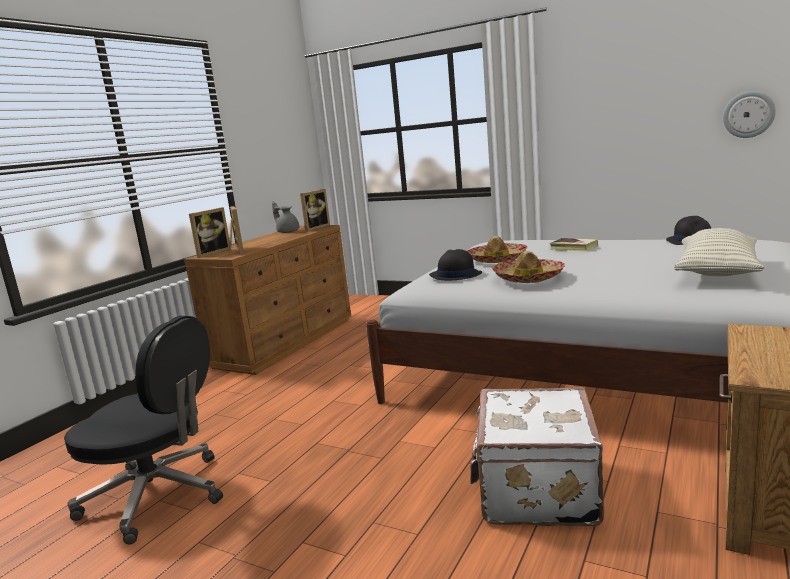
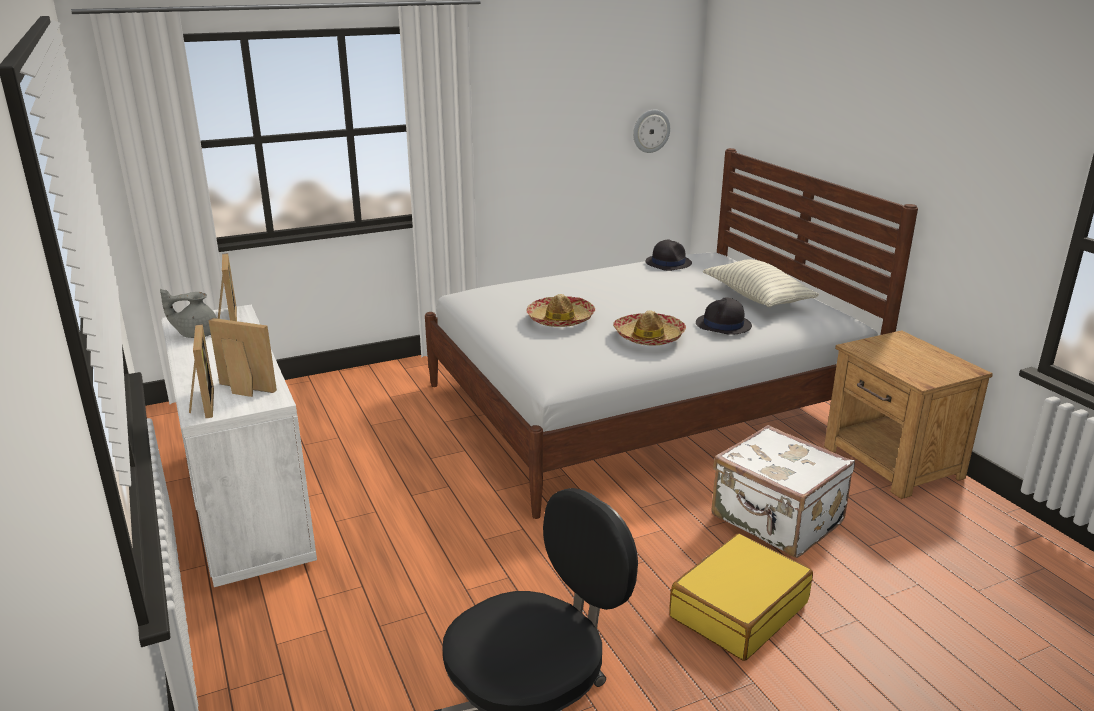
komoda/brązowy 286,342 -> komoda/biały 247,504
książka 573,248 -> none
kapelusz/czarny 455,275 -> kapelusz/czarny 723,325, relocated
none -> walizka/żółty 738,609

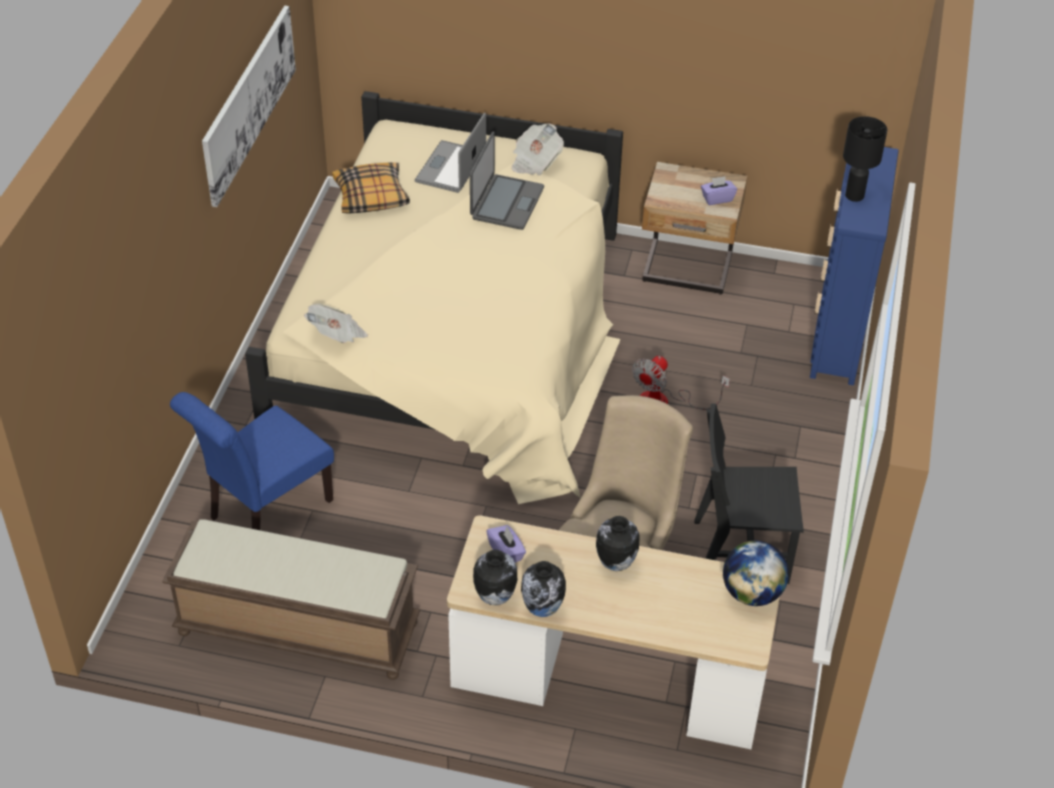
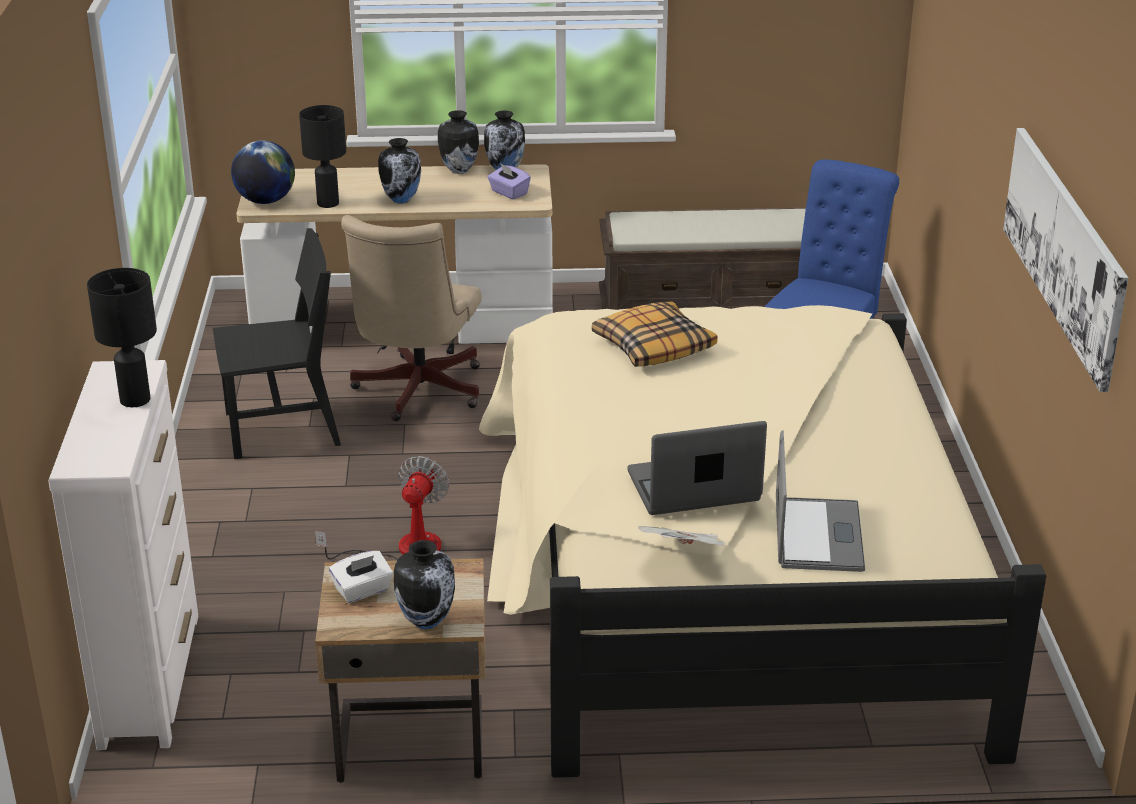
laptop 506,203 -> laptop 694,488, 75 degrees clockwise
komoda/niebieski 838,338 -> komoda/biały 150,678
poduszka 371,196 -> poduszka 653,346, relocated
pudełko chusteczek/fioletowy 717,198 -> pudełko chusteczek/biały 362,591
gazeta 337,335 -> none
none -> lampa stołowa/czarny 327,203
none -> wazon 427,621

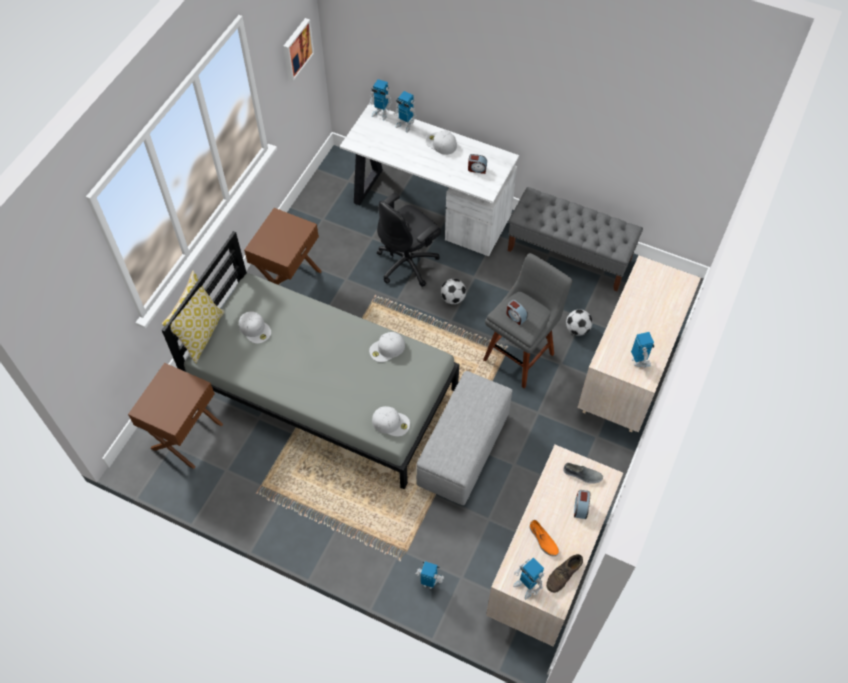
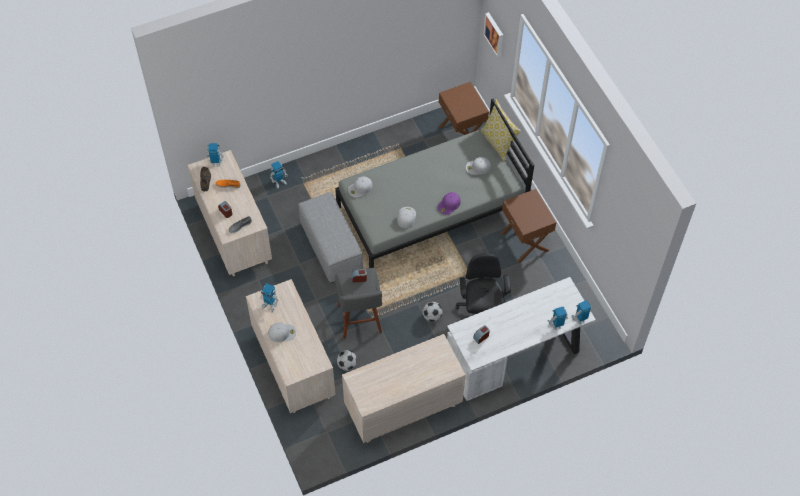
obraz 296,49 -> obraz 494,34, relocated
czapka z daszkiem/biały 440,143 -> czapka z daszkiem/biały 282,333, relocated
ławka/szary 569,255 -> komoda/beżowy 402,408
none -> czapka z daszkiem/fioletowy 449,205

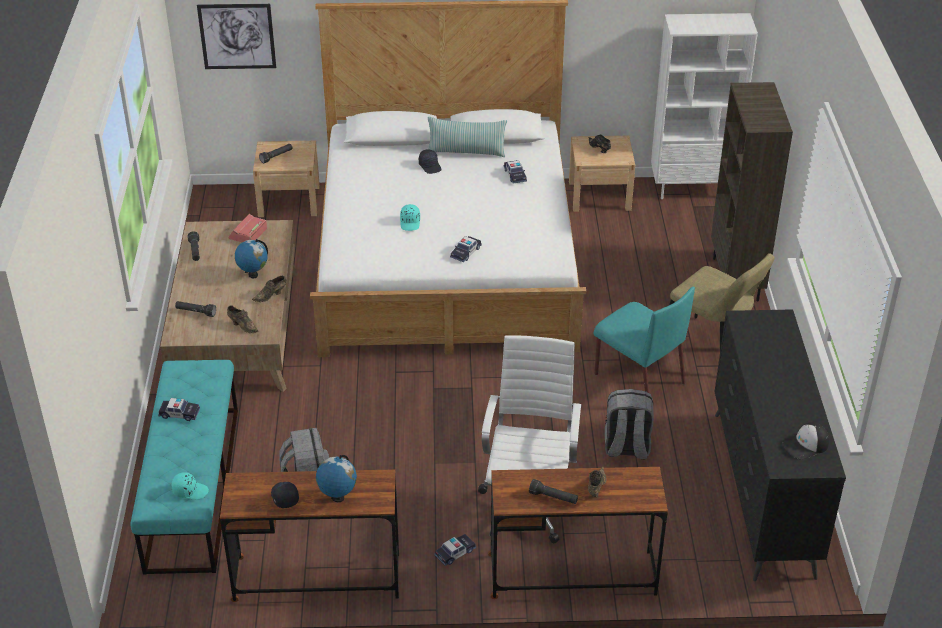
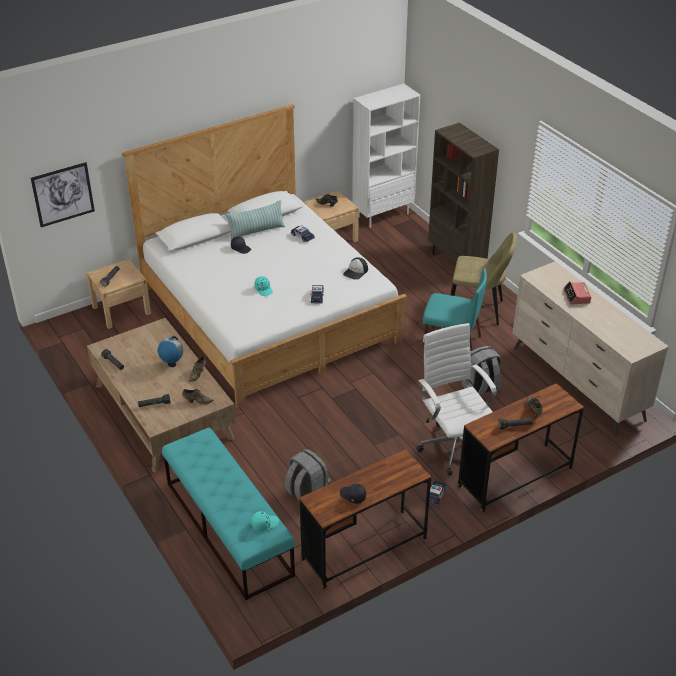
budzik 248,234 -> budzik 576,296, relocated
komoda/czarny 762,493 -> komoda/beżowy 577,384
samochodzik 179,413 -> none
czapka z daszkiem 805,445 -> czapka z daszkiem 356,272, relocated
globus 337,497 -> none

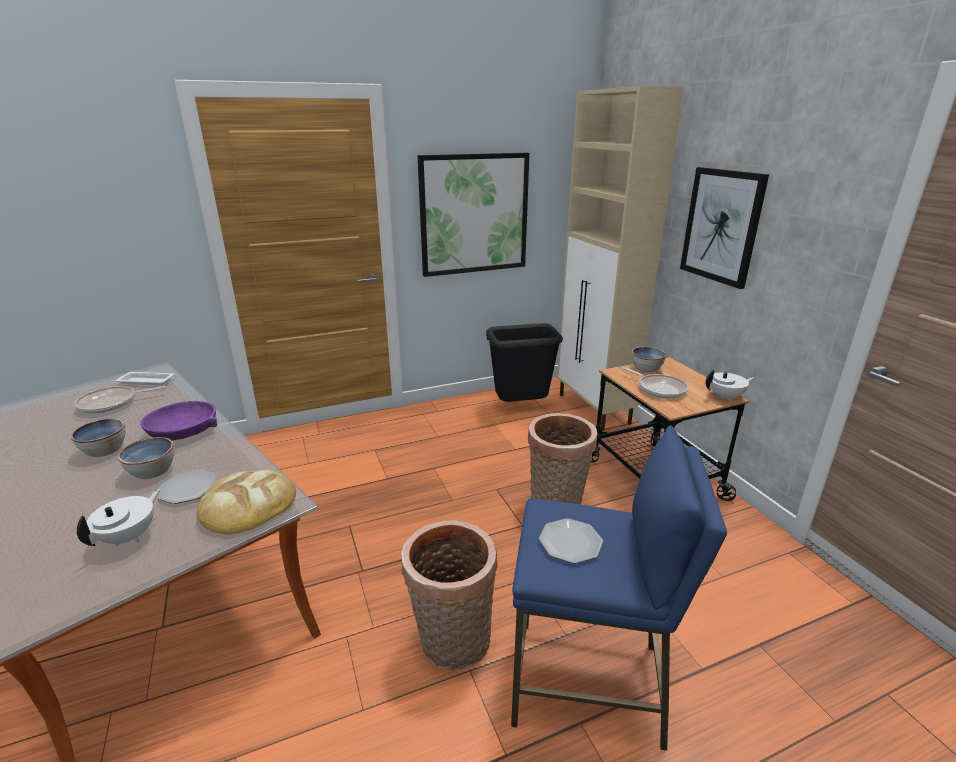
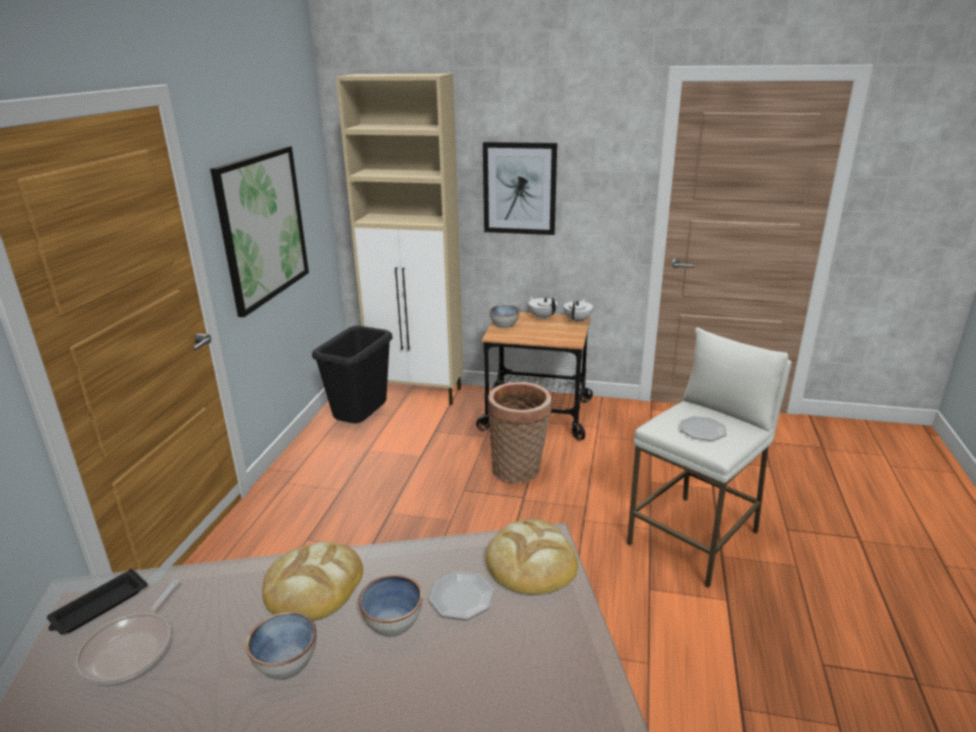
patelnia 659,389 -> none
taca/biały 145,381 -> taca/czarny 98,607
miska/fioletowy 184,429 -> chleb 313,585
stołek/niebieski 588,682 -> stołek/biały 694,538
imbryk/biały 130,537 -> imbryk/biały 542,317, relocated
koszyk 452,644 -> none

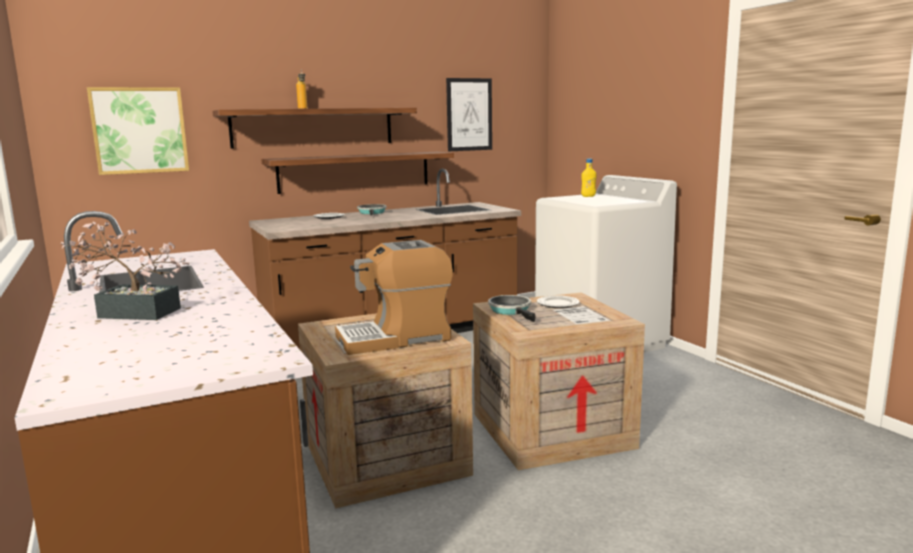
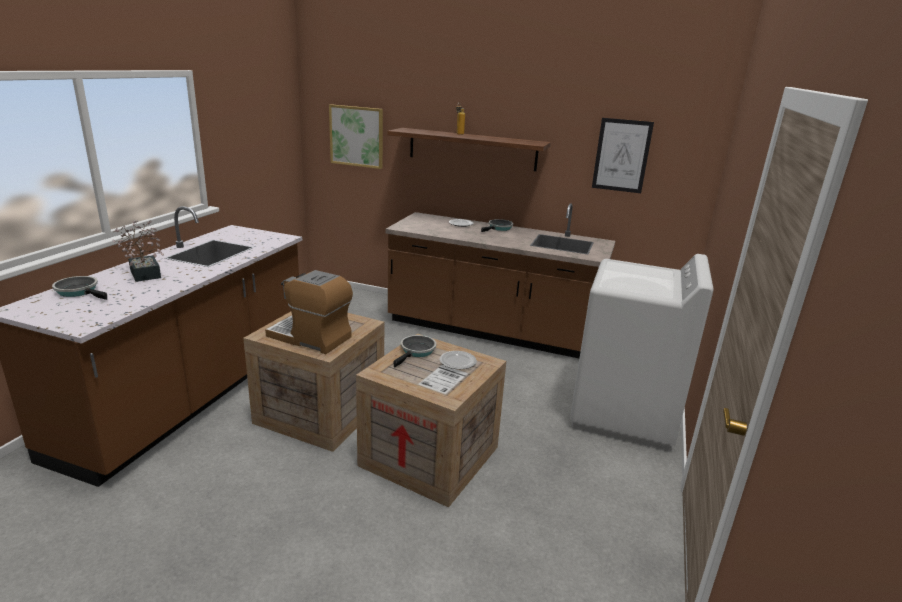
półka 355,172 -> none
butelka/żółty 588,196 -> none
none -> patelnia 79,291

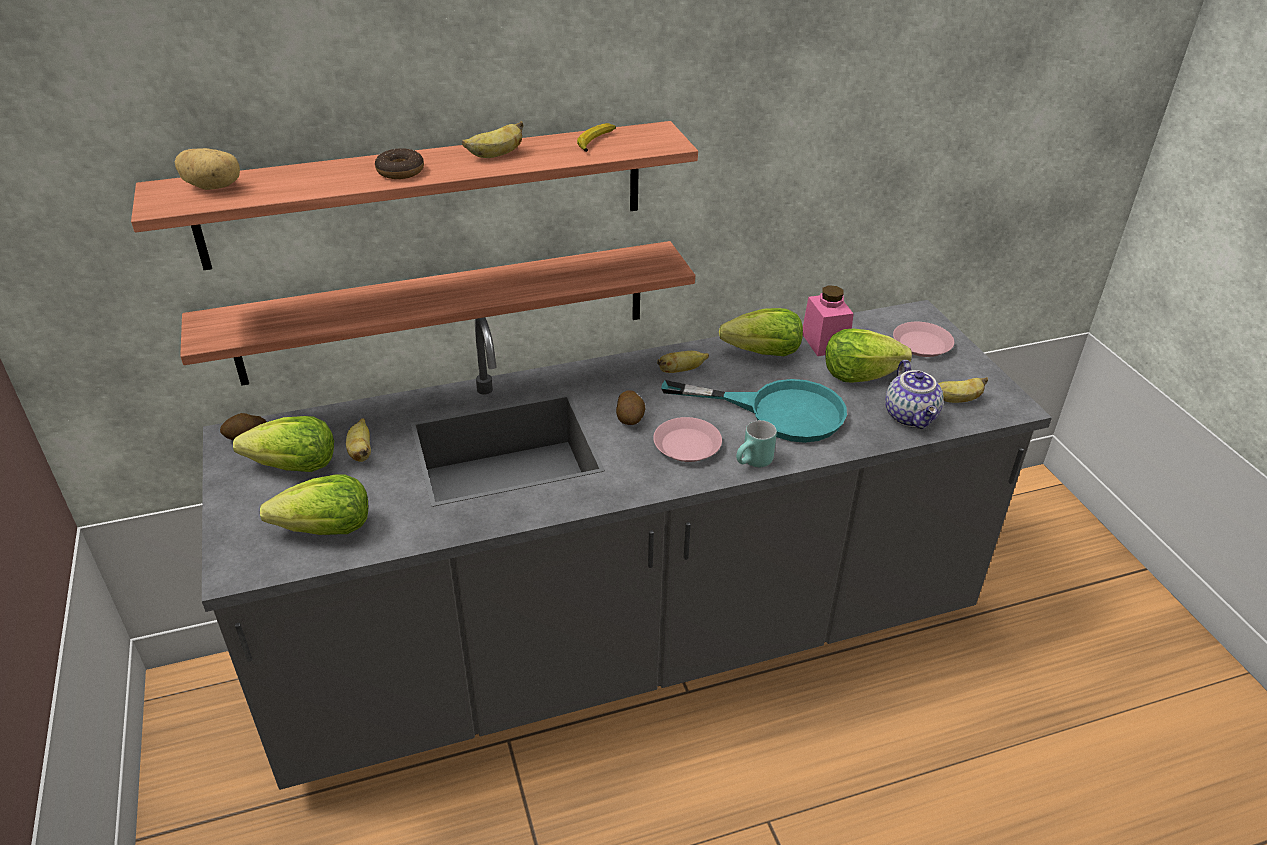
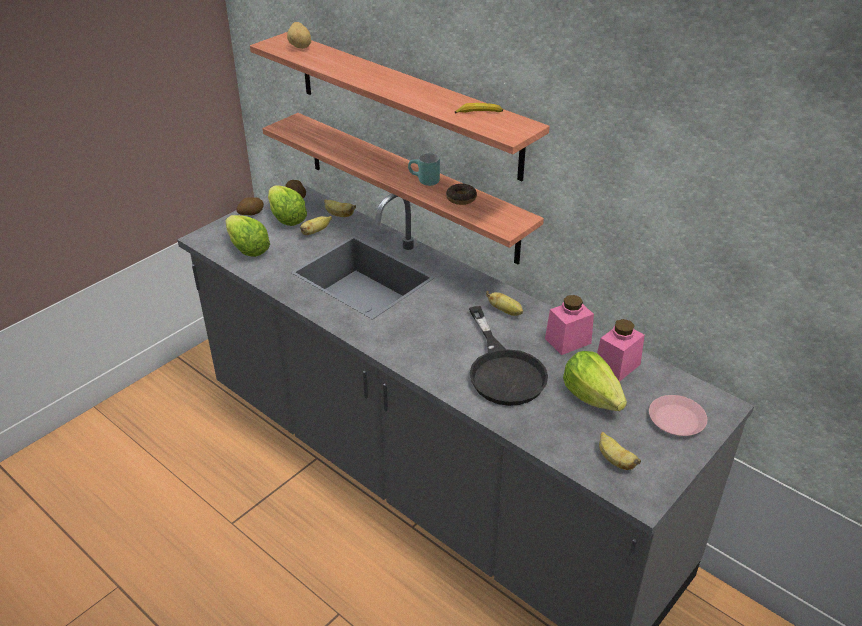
banan 496,155 -> banan 338,215, relocated
donut 400,171 -> donut 461,198, relocated
sałata 763,353 -> słoik/różowy 568,341
imbryk 911,417 -> none
patelnia/turkusowy 778,411 -> patelnia/czarny 503,370
ziemniak 630,418 -> ziemniak 251,214, relocated
talerz/różowy 687,445 -> none
kubek/turkusowy 754,463 -> kubek/turkusowy 423,181, relocated

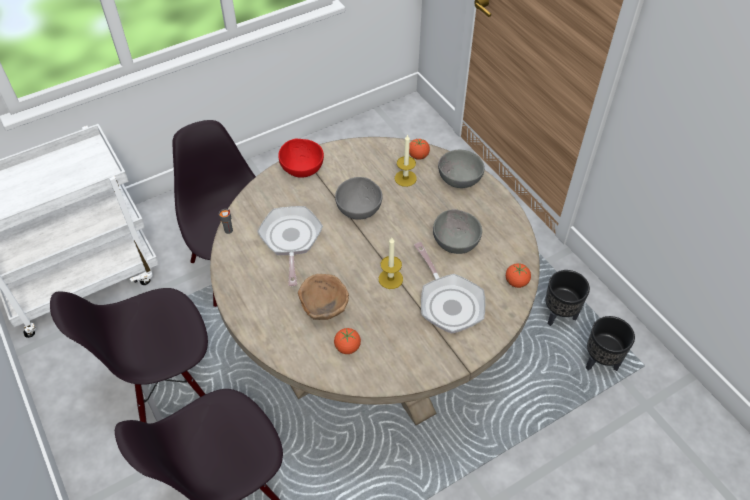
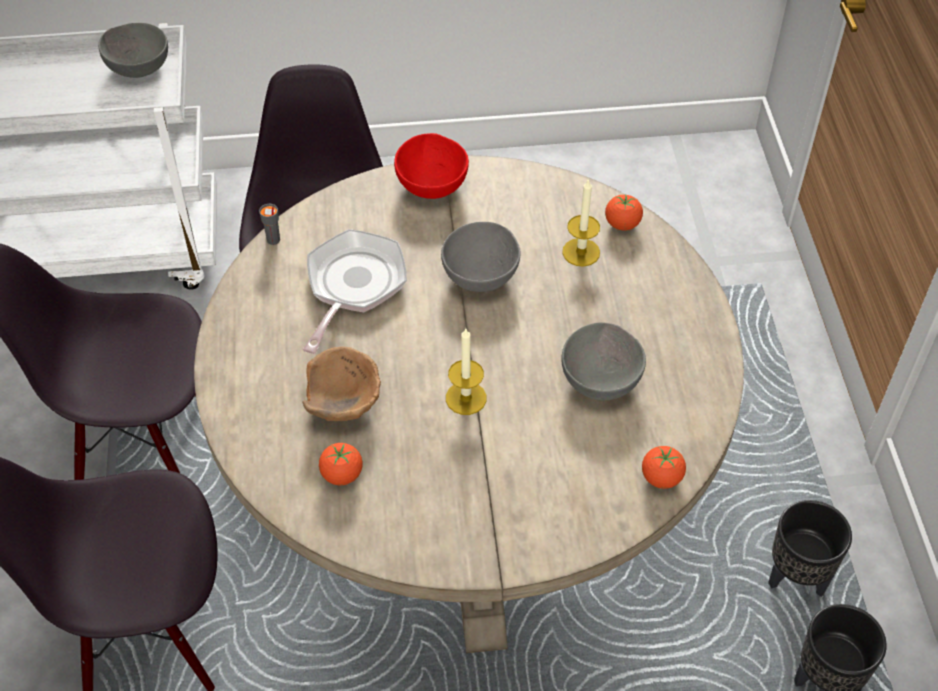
miska/szary 458,179 -> miska/szary 138,66, relocated
patelnia 449,302 -> none

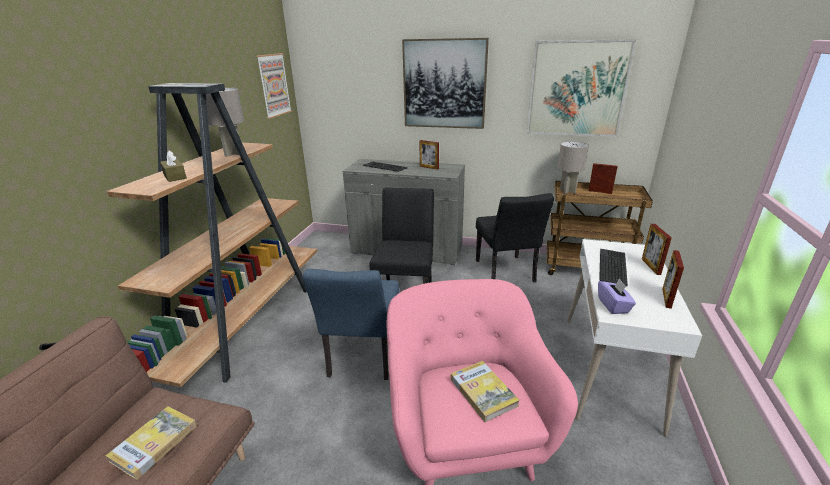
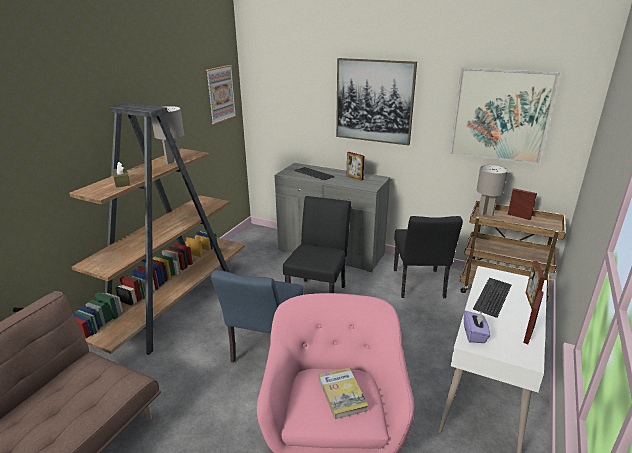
książka 154,443 -> none

